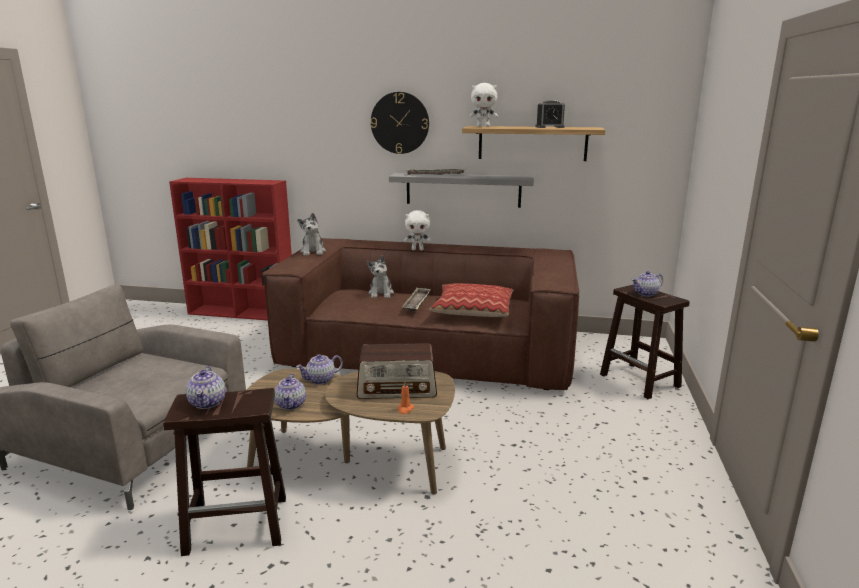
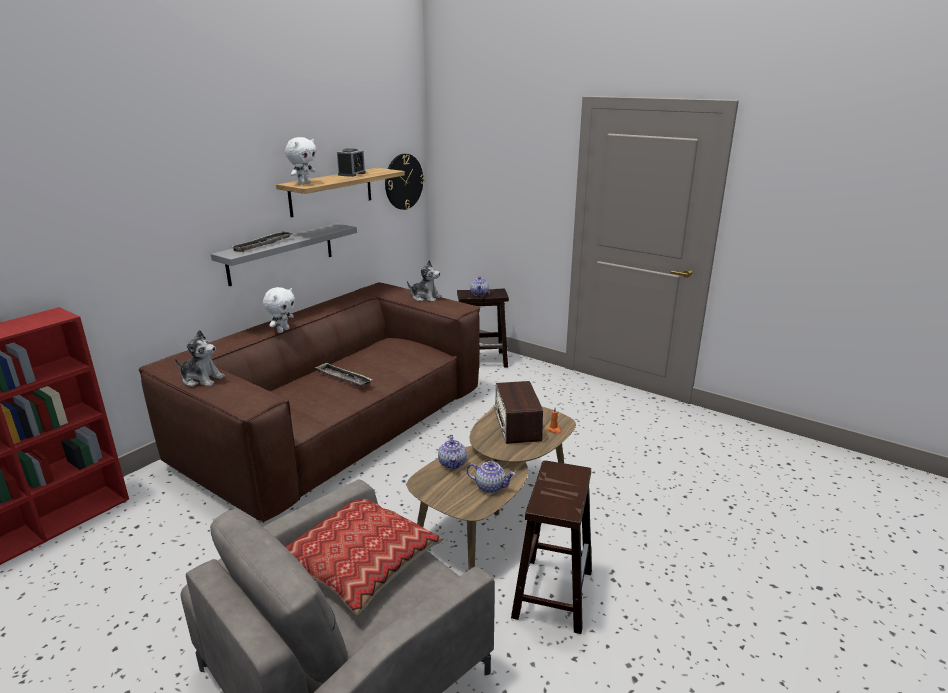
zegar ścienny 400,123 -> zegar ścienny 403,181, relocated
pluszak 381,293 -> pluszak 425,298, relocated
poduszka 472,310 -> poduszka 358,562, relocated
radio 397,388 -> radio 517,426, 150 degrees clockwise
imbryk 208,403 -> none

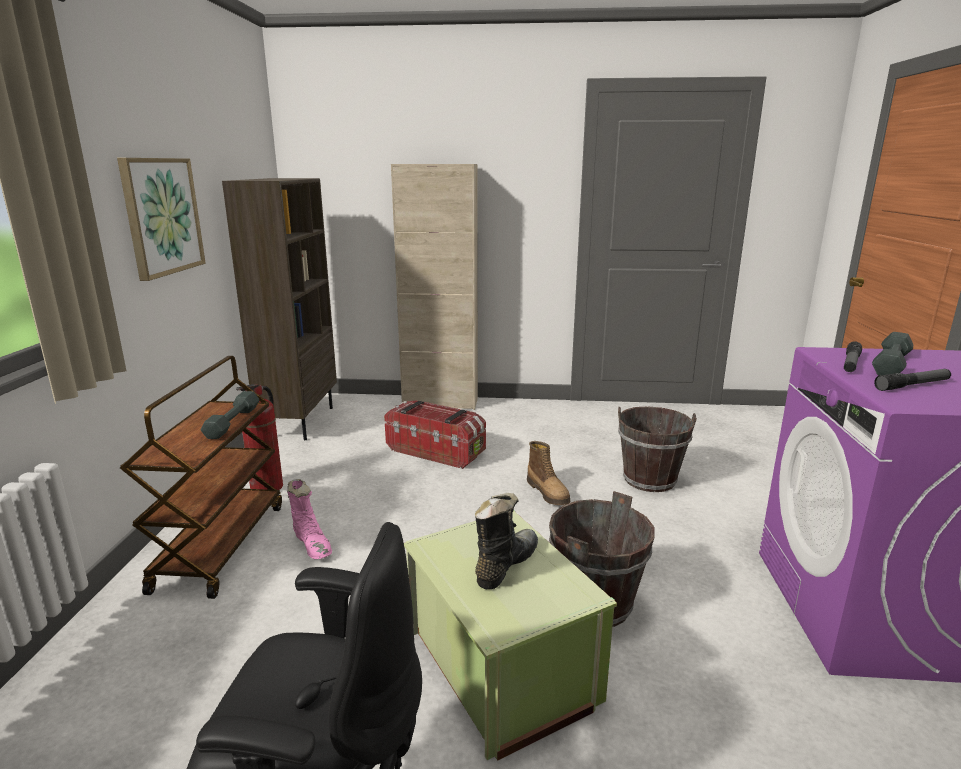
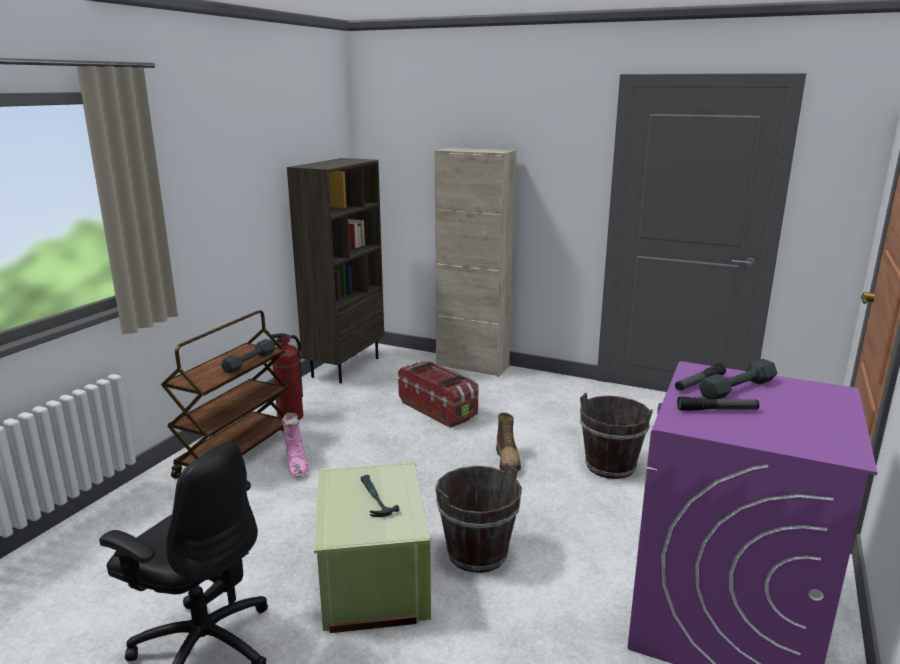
obraz 162,216 -> none
but z cholewką/czarny 505,565 -> młotek 374,499

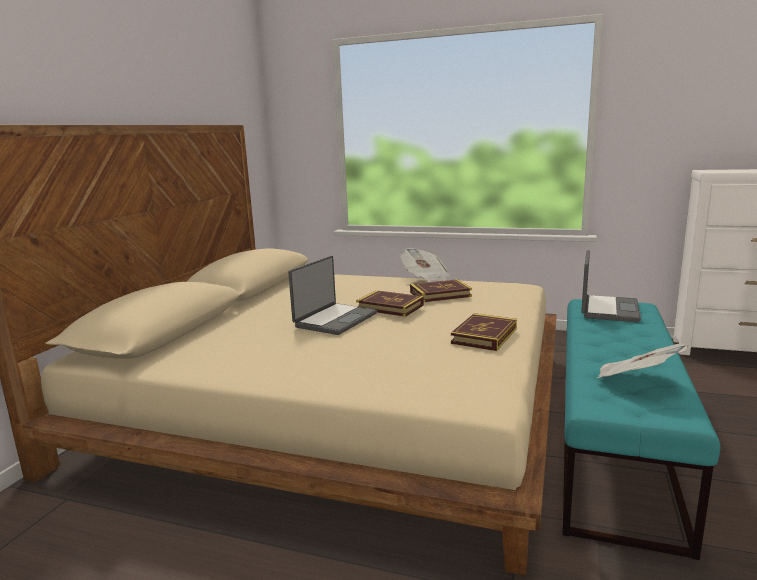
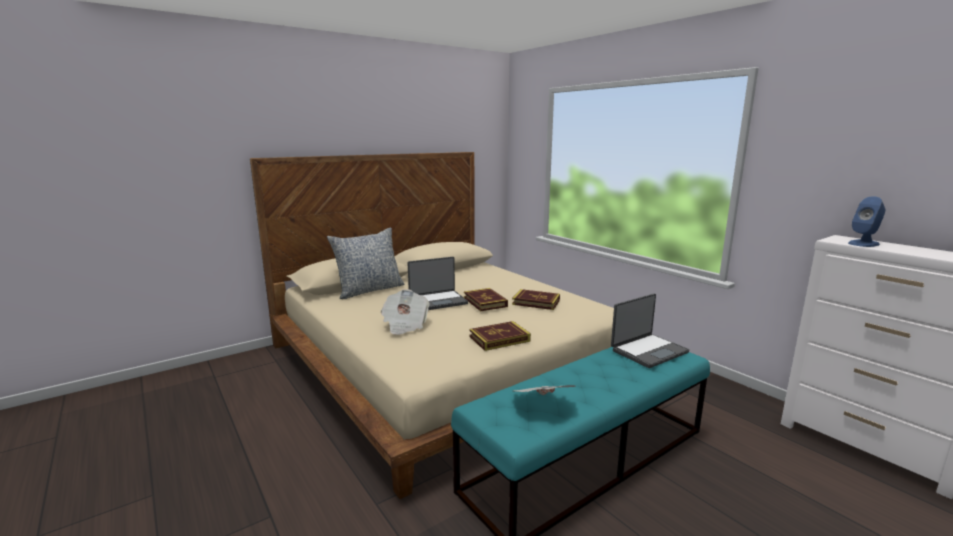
gazeta 425,279 -> gazeta 405,324, relocated
none -> głośnik/niebieski 863,243
none -> poduszka 369,290

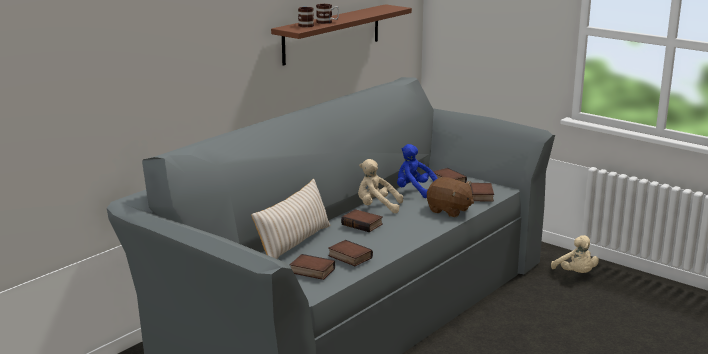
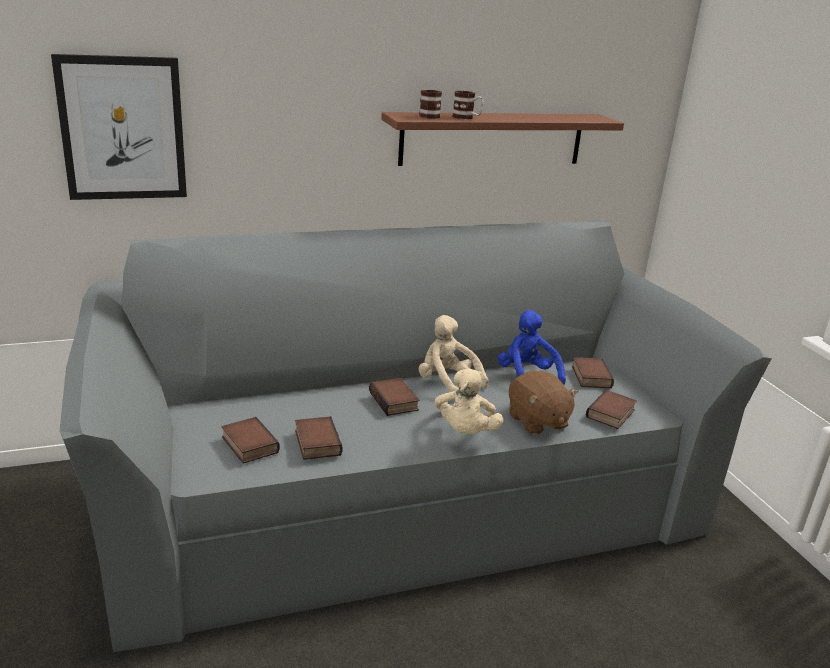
poduszka/beżowy 294,243 -> none
pluszak/beżowy 576,274 -> pluszak/beżowy 465,432, relocated
none -> obraz 123,128

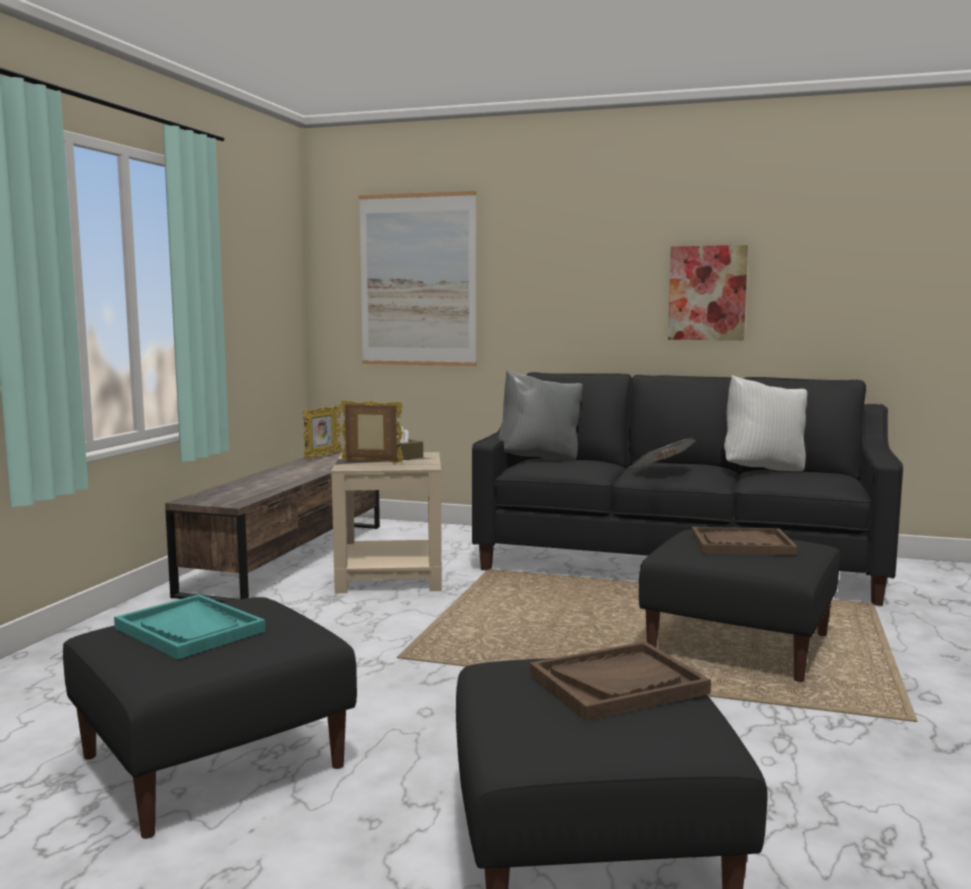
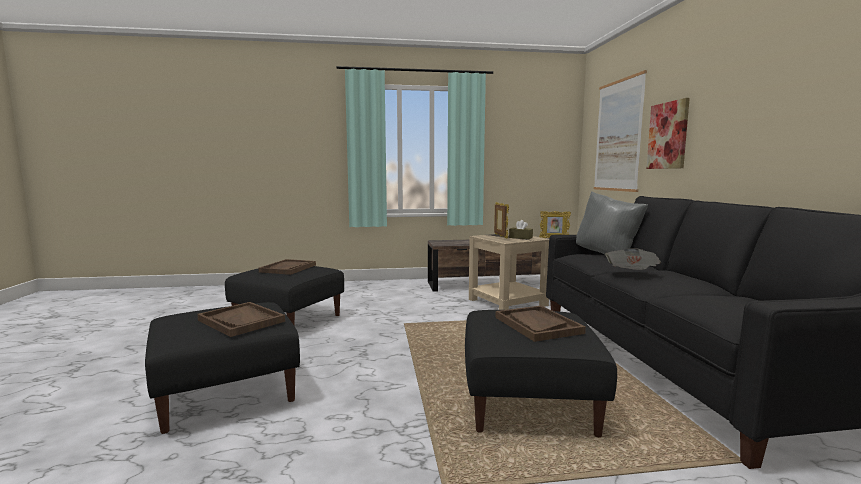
obraz 707,293 -> obraz 668,135, relocated
poduszka/biały 763,470 -> none
taca/turkusowy 190,630 -> taca/brązowy 288,268

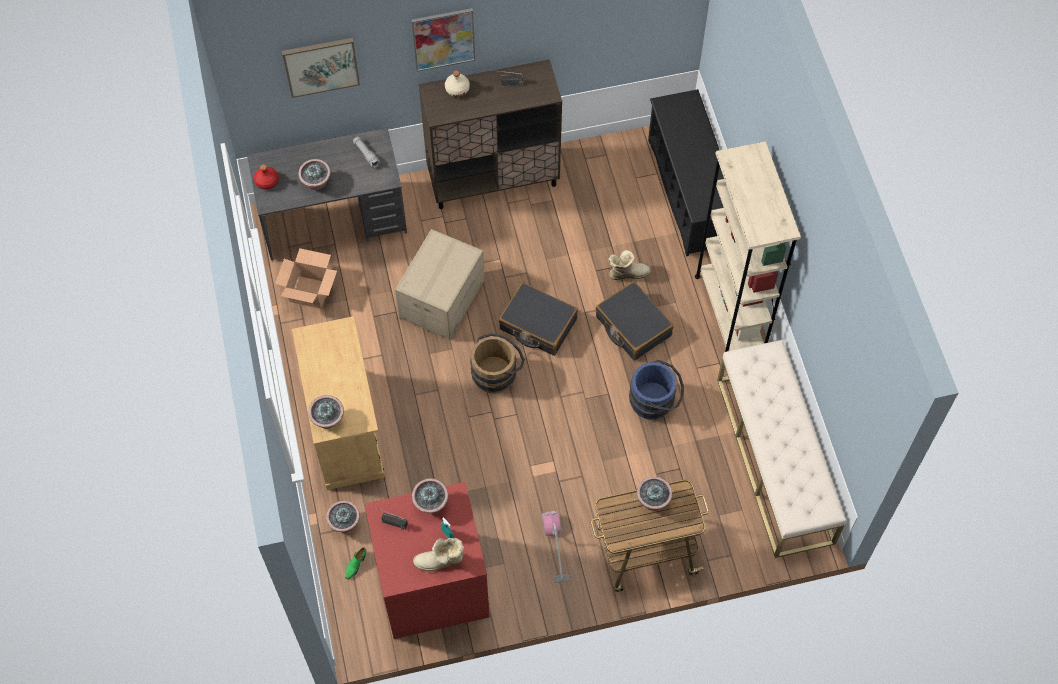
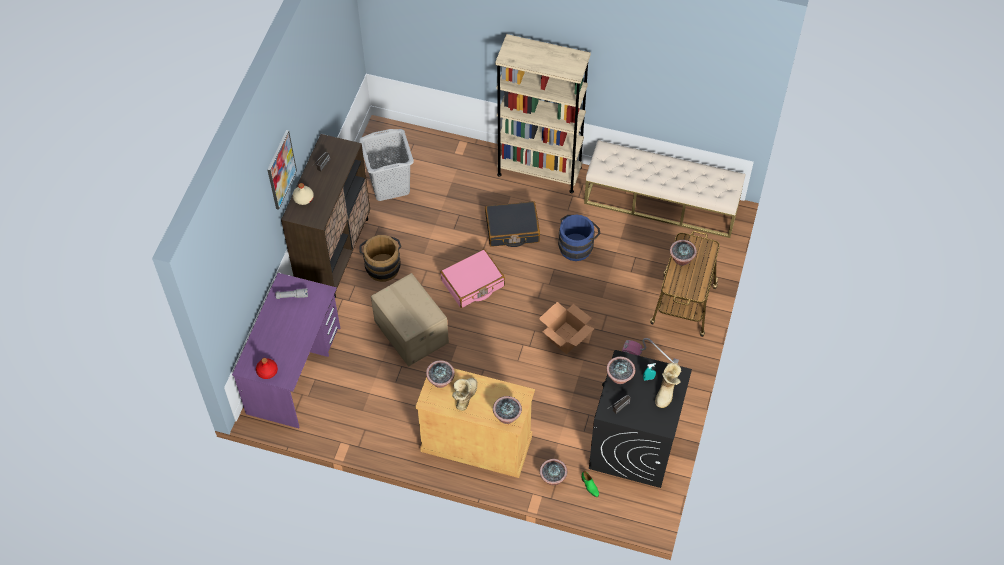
obraz 321,66 -> none
regał na buty/czarny 689,192 -> none
biurko/szary 334,220 -> biurko/fioletowy 294,370
roślina doniczkowa 316,183 -> roślina doniczkowa 441,381, relocated
karton 309,292 -> karton 565,338, relocated
but z cholewką 627,273 -> but z cholewką 464,397, relocated
walizka/czarny 538,324 -> walizka/różowy 473,284
wiadro/brązowy 497,372 -> wiadro/brązowy 382,265, relocated
pralka/czerwony 431,585 -> pralka/czarny 634,445
none -> kosz na pranie/szary 390,185

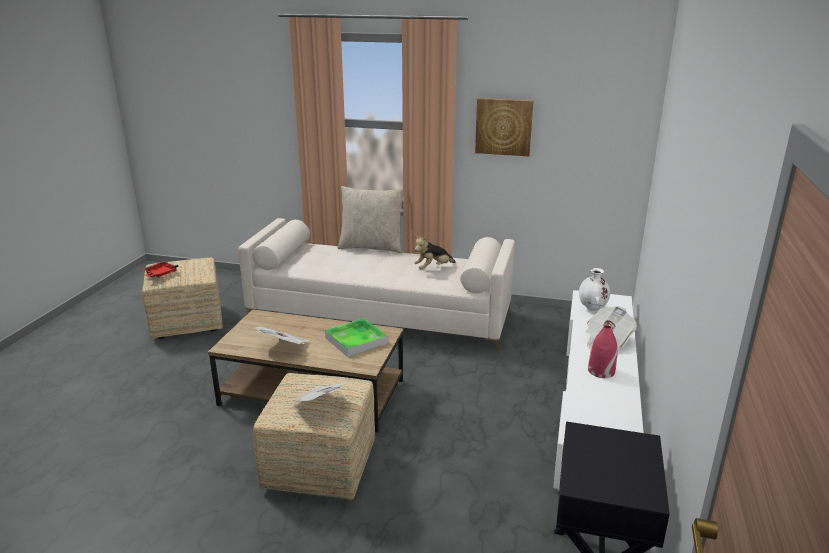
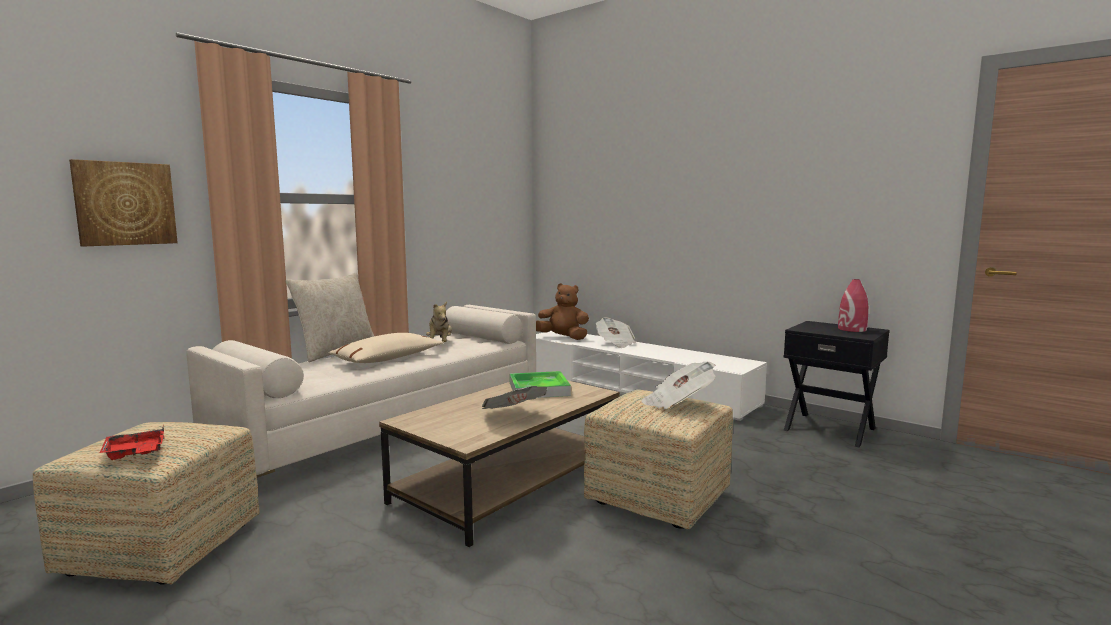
obraz 503,126 -> obraz 125,203, relocated
wazon/biały 592,309 -> pluszak/brązowy 563,338
wazon/czerwony 601,371 -> wazon/czerwony 852,329, relocated
none -> poduszka/beżowy 387,359

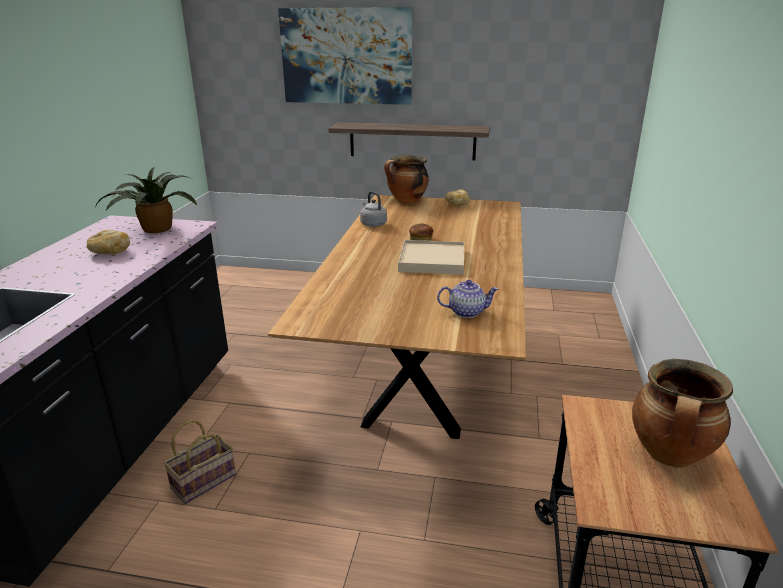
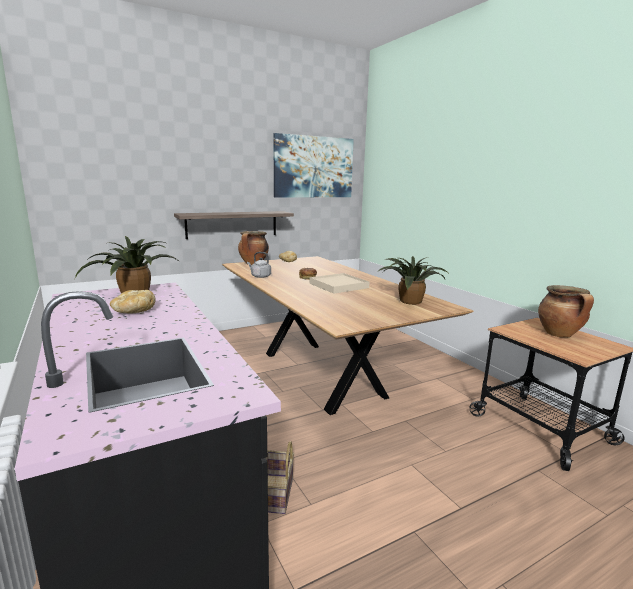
obraz 346,56 -> obraz 313,167, relocated
imbryk 467,312 -> roślina doniczkowa 409,301

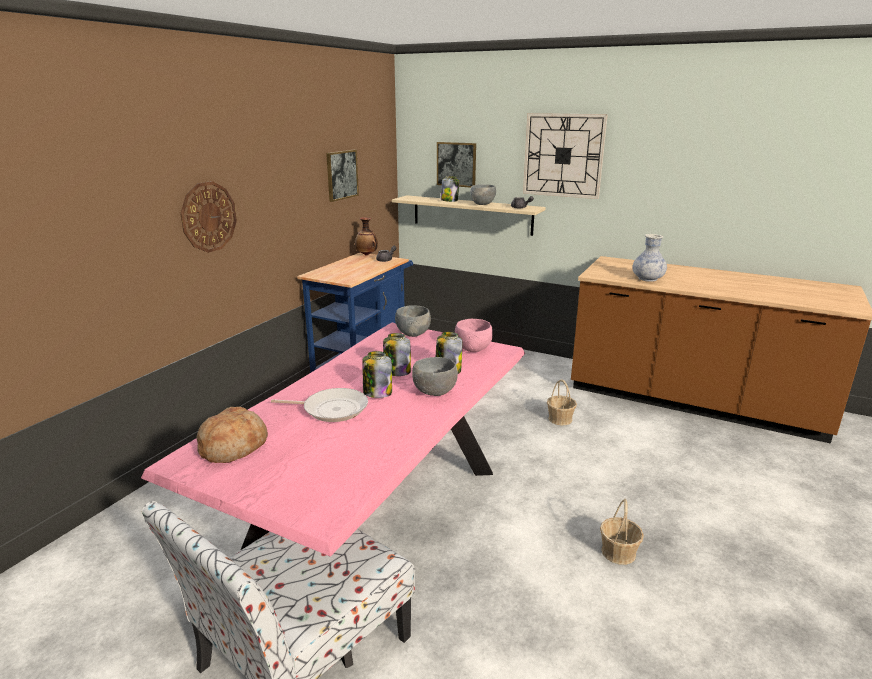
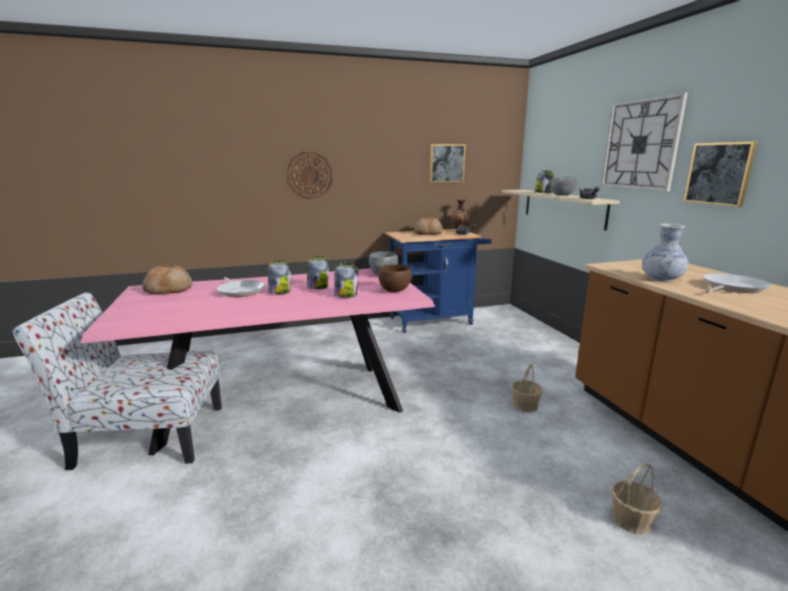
obraz 456,164 -> obraz 719,173, relocated
miska/różowy 473,349 -> miska/brązowy 395,291
miska/szary 435,393 -> none
koszyk 618,552 -> koszyk 632,519, relocated
none -> chleb 428,233
none -> patelnia 731,287

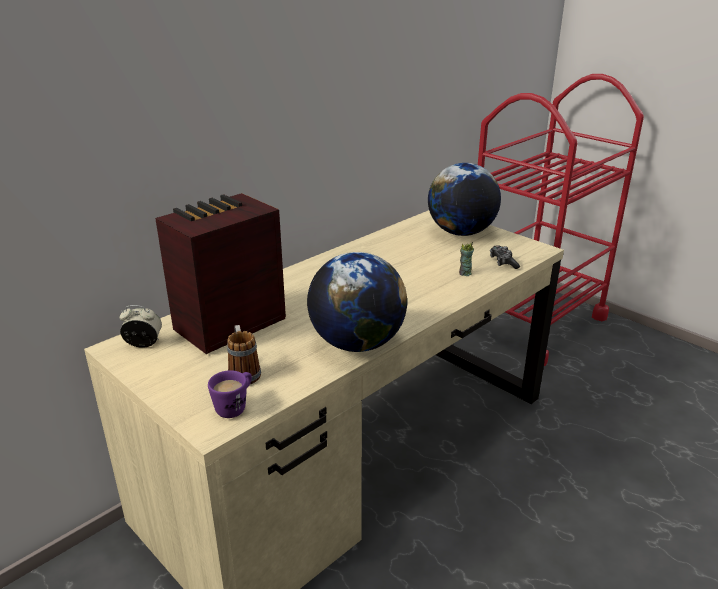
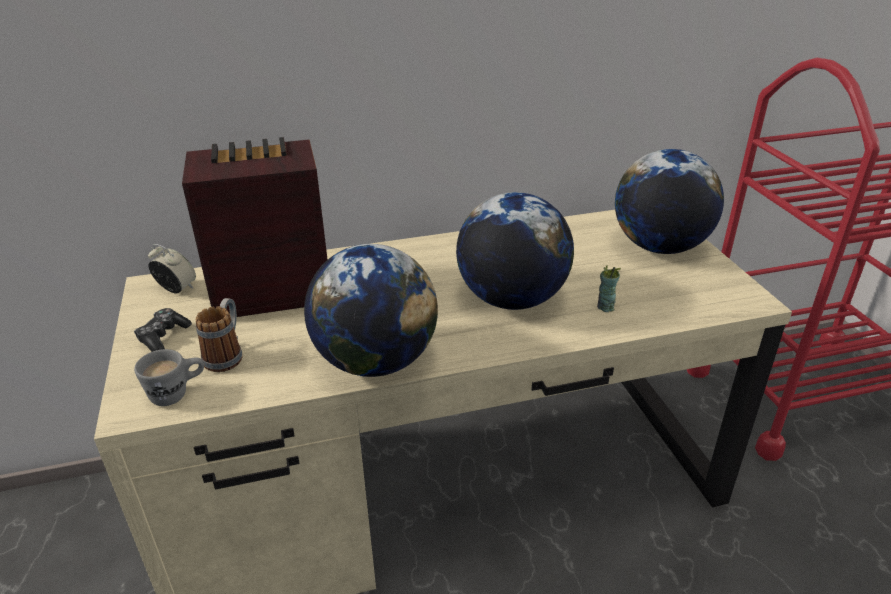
pad do gier 503,262 -> pad do gier 163,337, relocated
kubek/fioletowy 235,406 -> kubek/szary 177,393
none -> globus 511,299

